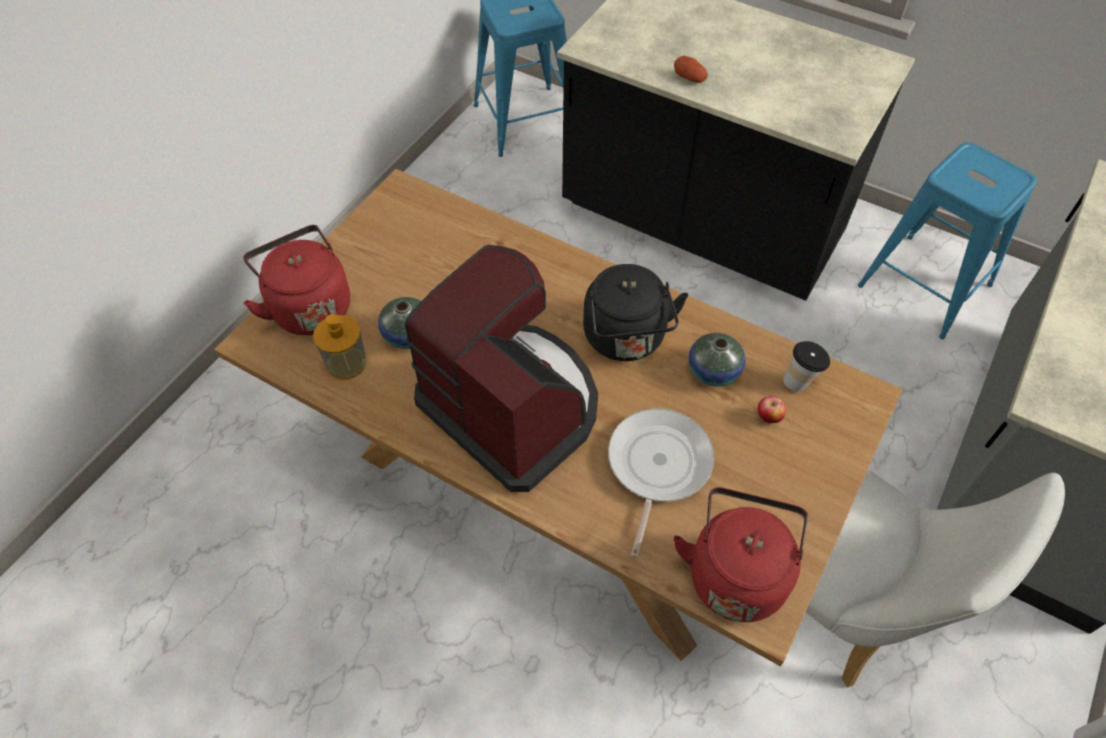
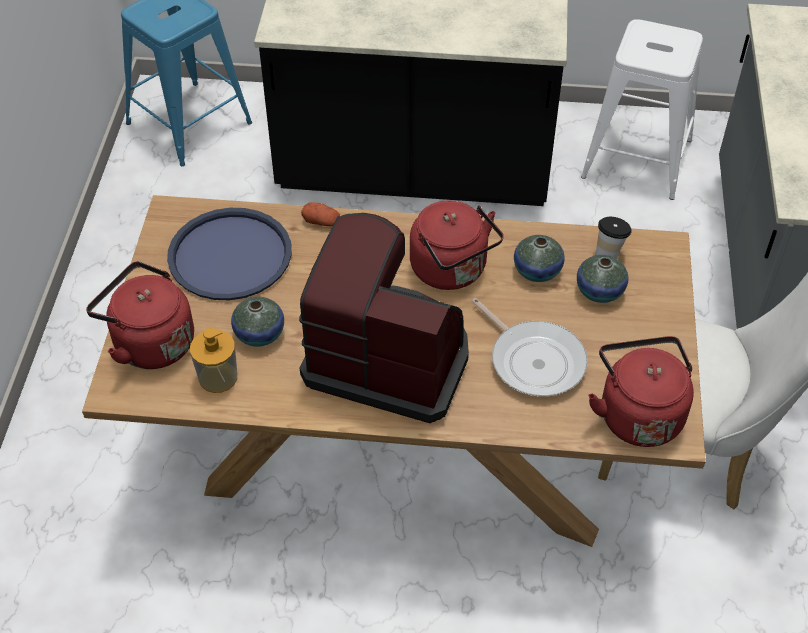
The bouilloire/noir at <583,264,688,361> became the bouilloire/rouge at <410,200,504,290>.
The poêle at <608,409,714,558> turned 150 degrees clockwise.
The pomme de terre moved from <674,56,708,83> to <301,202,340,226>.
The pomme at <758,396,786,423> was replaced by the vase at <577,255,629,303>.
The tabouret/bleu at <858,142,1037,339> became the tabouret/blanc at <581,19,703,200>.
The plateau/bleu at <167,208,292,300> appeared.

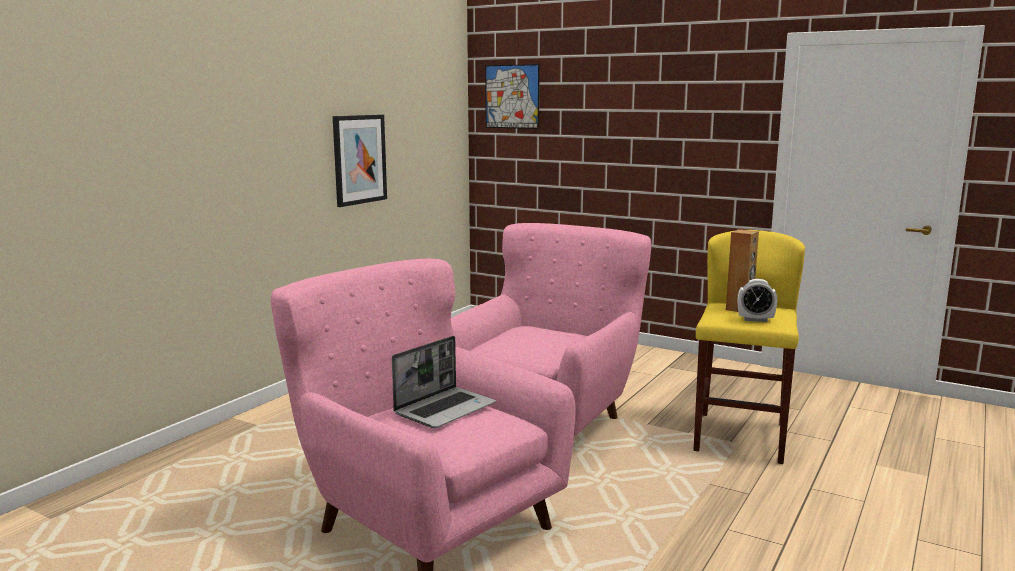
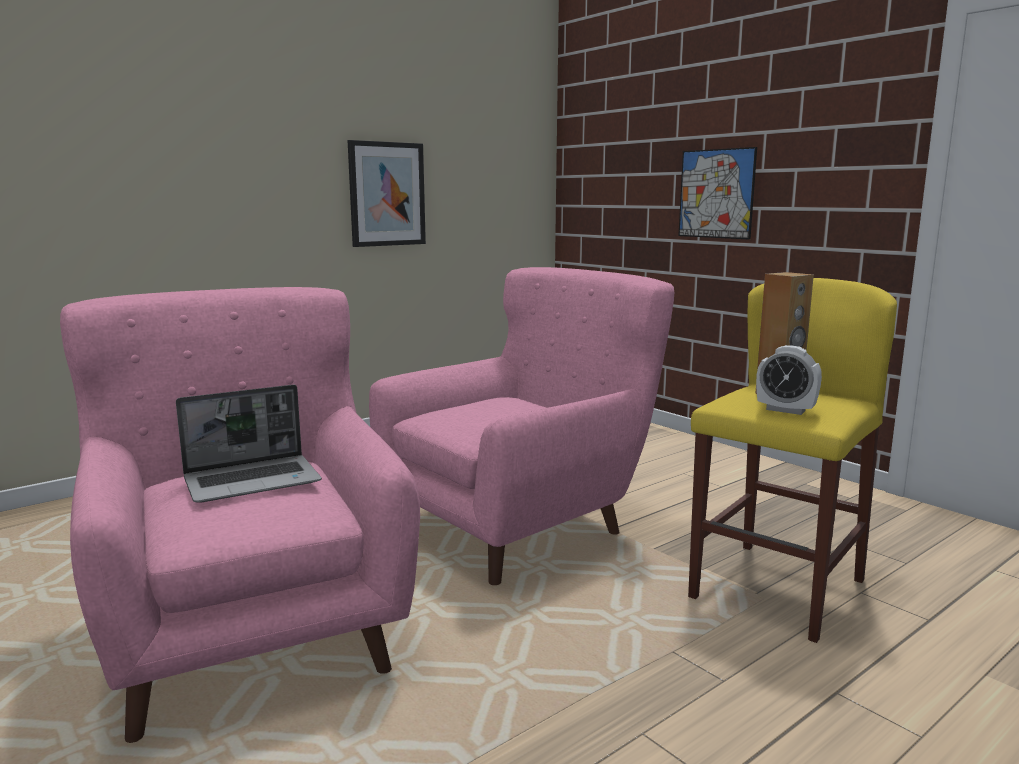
The tableau moved from <485,64,540,129> to <678,147,757,240>.

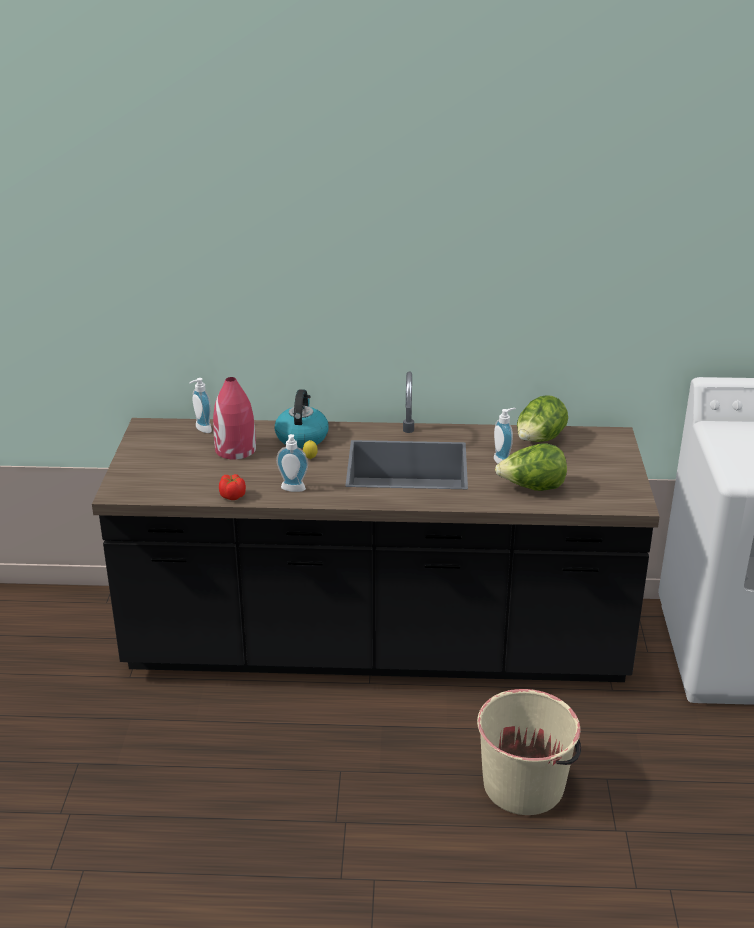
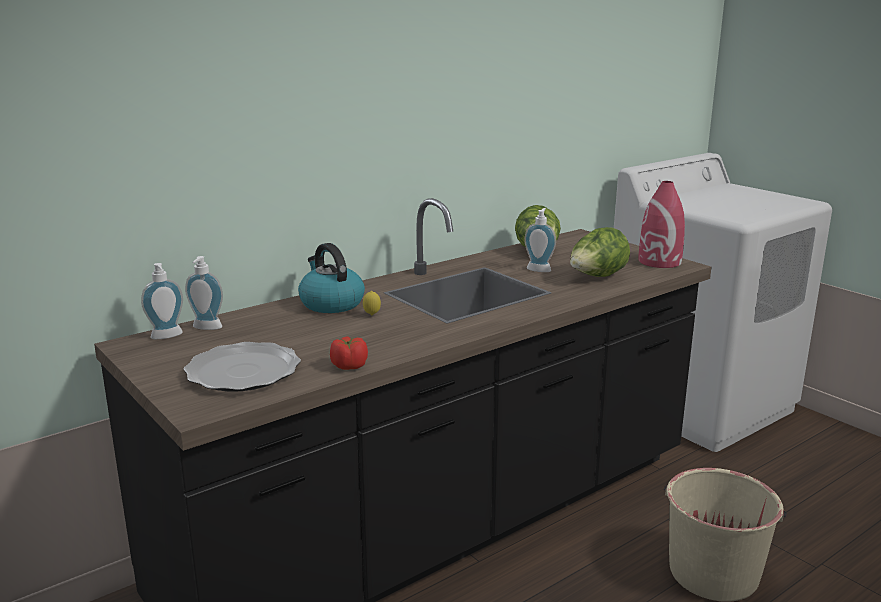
The vase/rouge moved from <213,377,256,459> to <638,181,685,268>.
The distributeur de savon moved from <276,434,308,492> to <141,263,183,339>.
The assiette at <184,342,301,392> appeared.

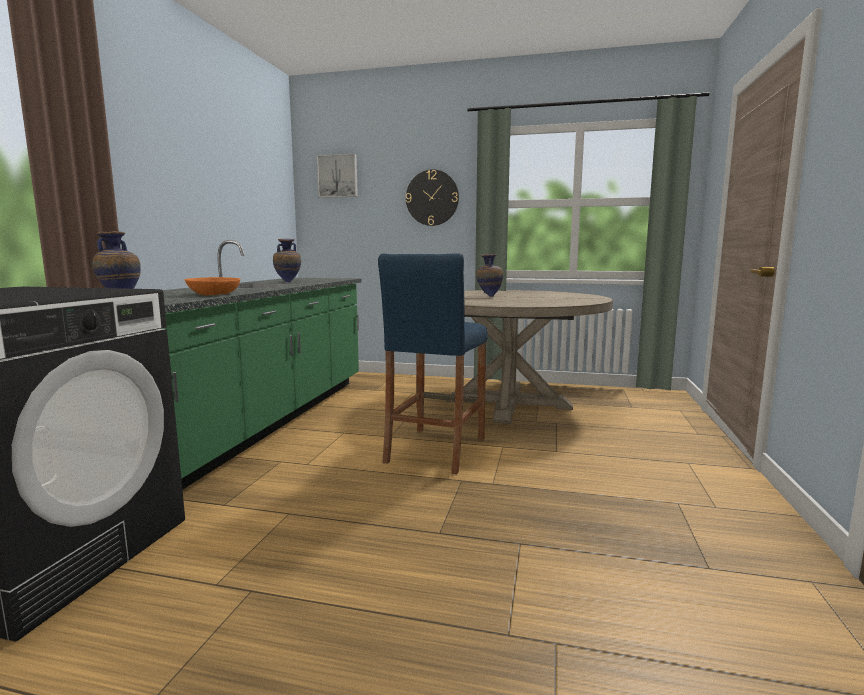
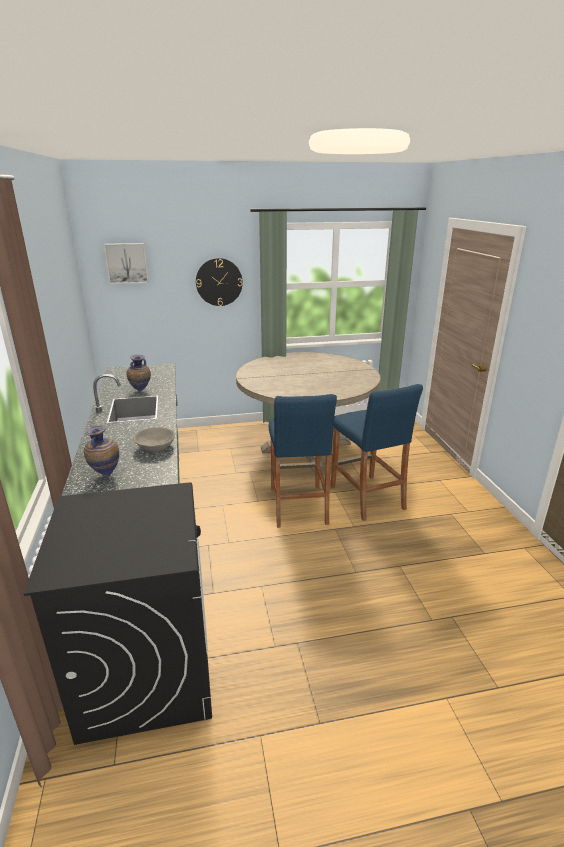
The bol/orange at <185,277,240,295> became the bol/gris at <133,427,175,452>.
The vase at <476,254,503,297> disappeared.
The tabouret/bleu at <331,384,423,521> appeared.

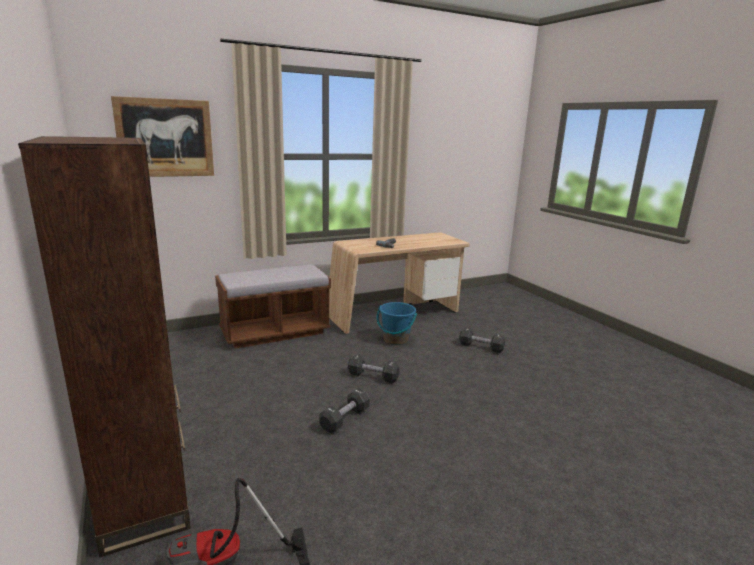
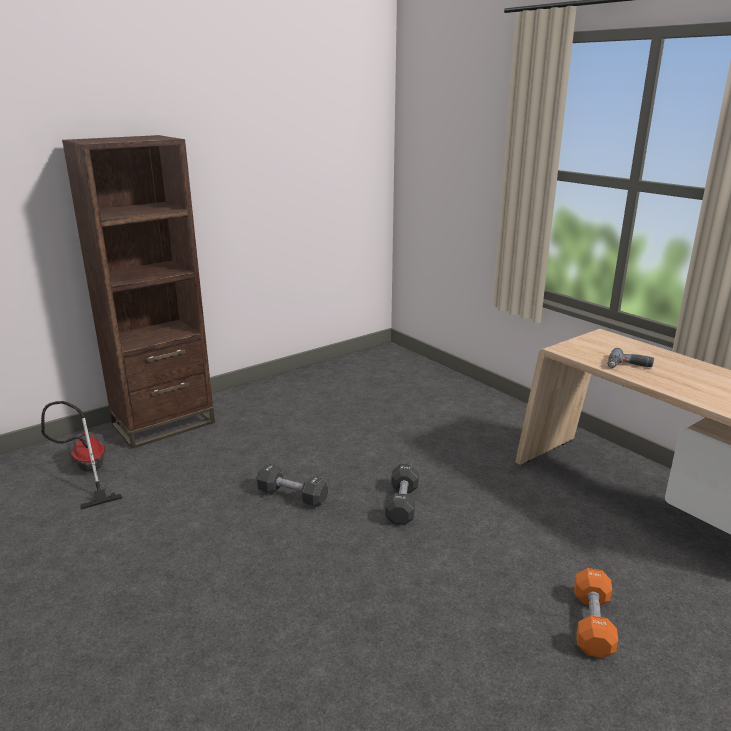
The tableau at <111,96,214,177> disappeared.
The banc/marron at <215,264,331,349> disappeared.
The seau/bleu at <377,302,417,345> disappeared.
The haltère/noir at <459,328,505,353> became the haltère/orange at <574,568,618,658>.

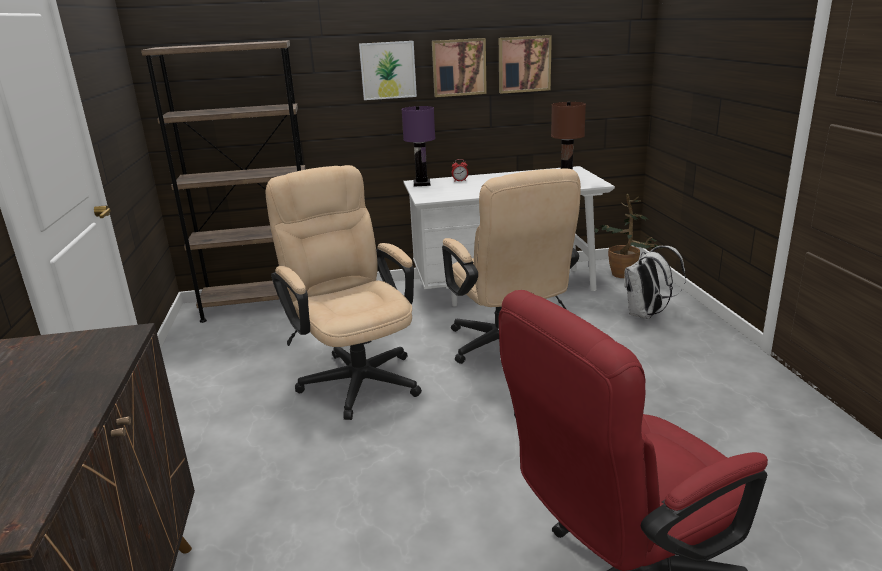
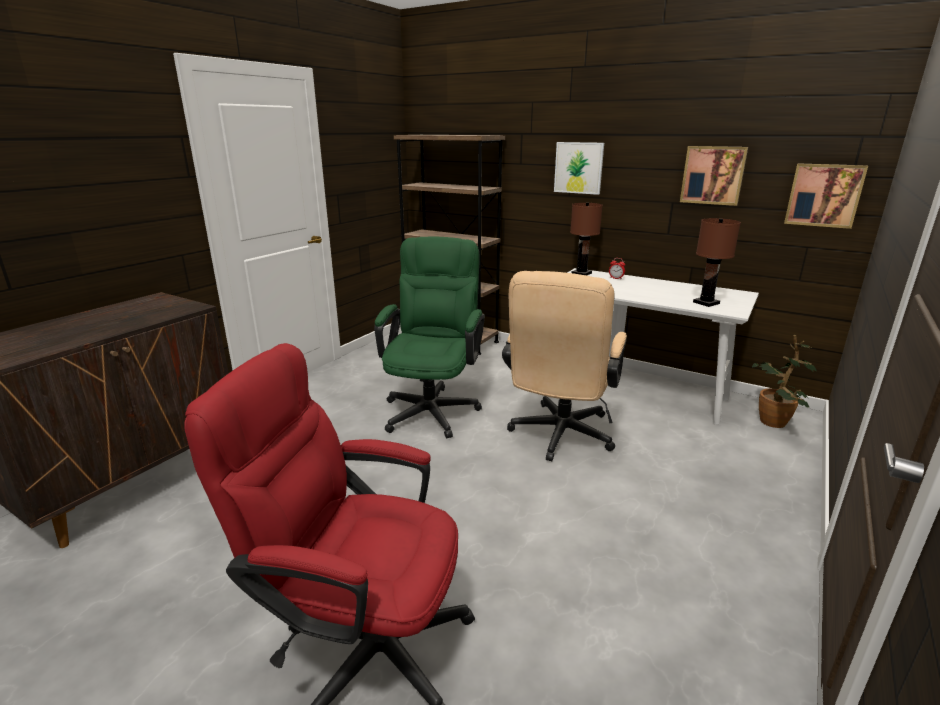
The chaise de bureau/beige at <265,165,422,420> became the chaise de bureau/vert at <374,237,485,439>.
The lampe de table/violet at <401,106,435,187> became the lampe de table/marron at <570,203,603,275>.
The tableau moved from <432,38,487,97> to <784,163,868,229>.
The sac à dos/blanc at <624,246,686,319> disappeared.

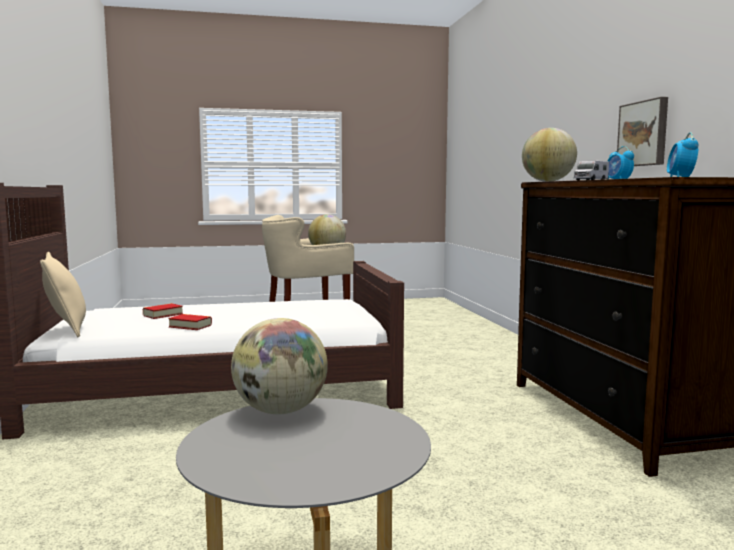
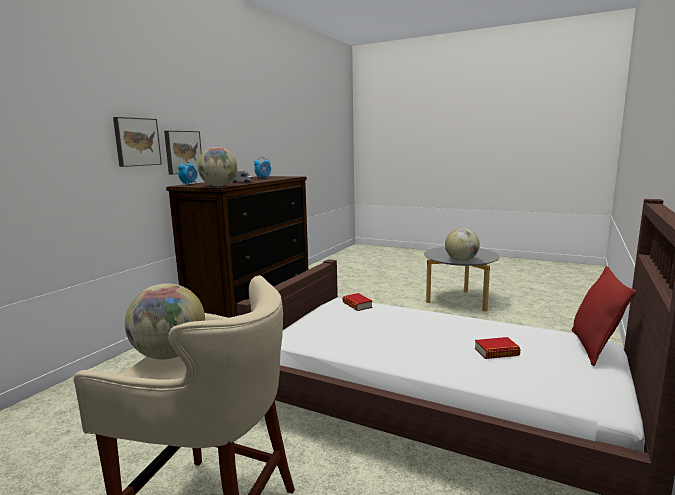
The coussin/beige at <40,252,86,337> became the coussin/rouge at <572,266,637,366>.
The livre moved from <168,314,212,330> to <343,293,373,311>.
The tableau at <113,117,162,167> appeared.

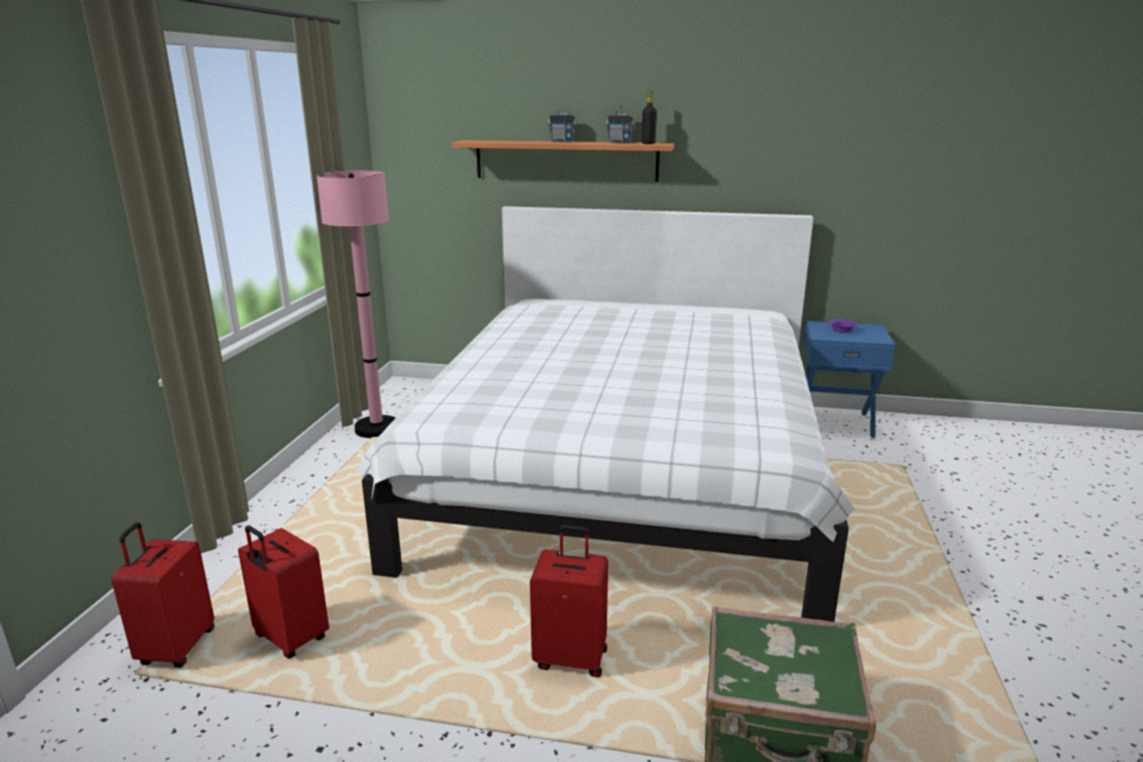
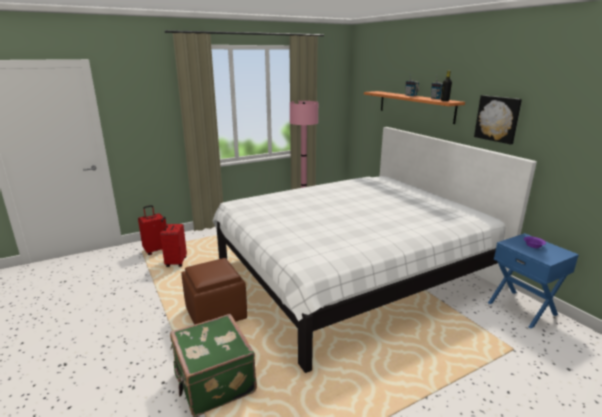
The valise/rouge at <530,525,608,677> was replaced by the pouf/marron at <181,258,247,325>.
The tableau at <474,95,522,144> appeared.

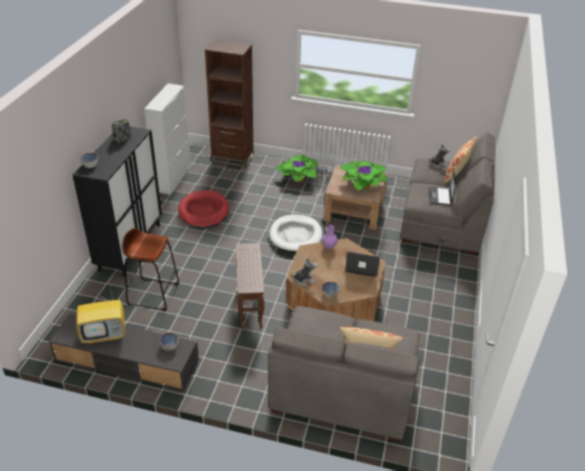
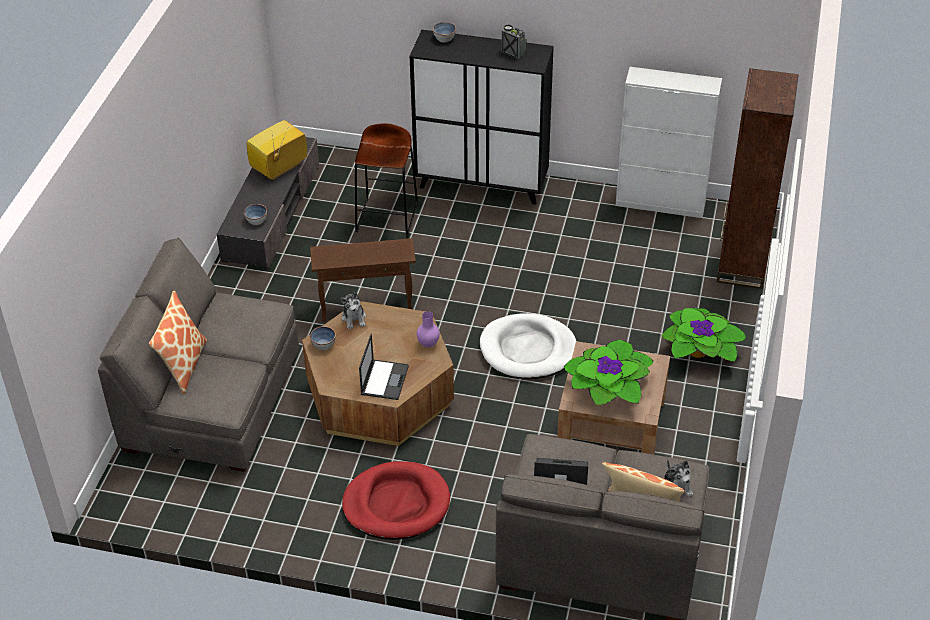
The téléviseur at <76,287,125,344> turned 60 degrees clockwise.
The panier pour chien/rouge moved from <178,190,229,228> to <342,461,450,540>.

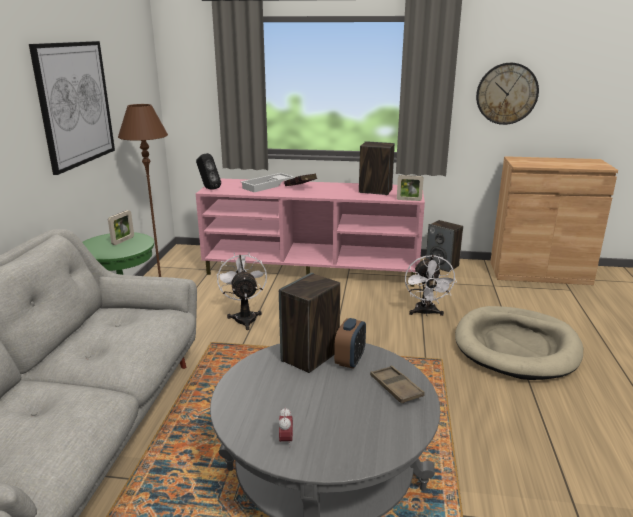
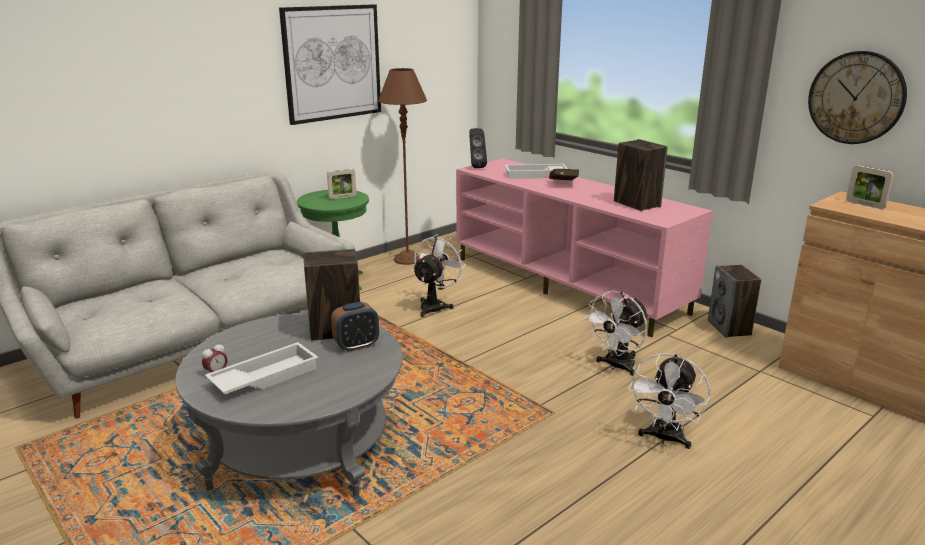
The plateau/marron at <370,366,424,403> disappeared.
The cadre photo moved from <397,175,424,201> to <846,165,894,209>.
The panier pour chien/beige at <455,306,583,380> was replaced by the ventilateur/blanc at <628,353,710,449>.
The plateau/blanc at <205,342,318,394> appeared.

